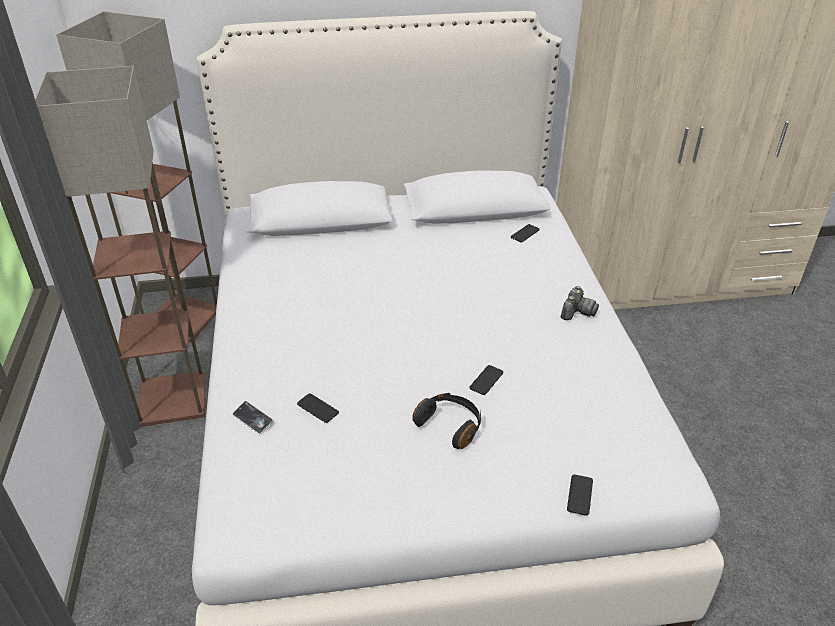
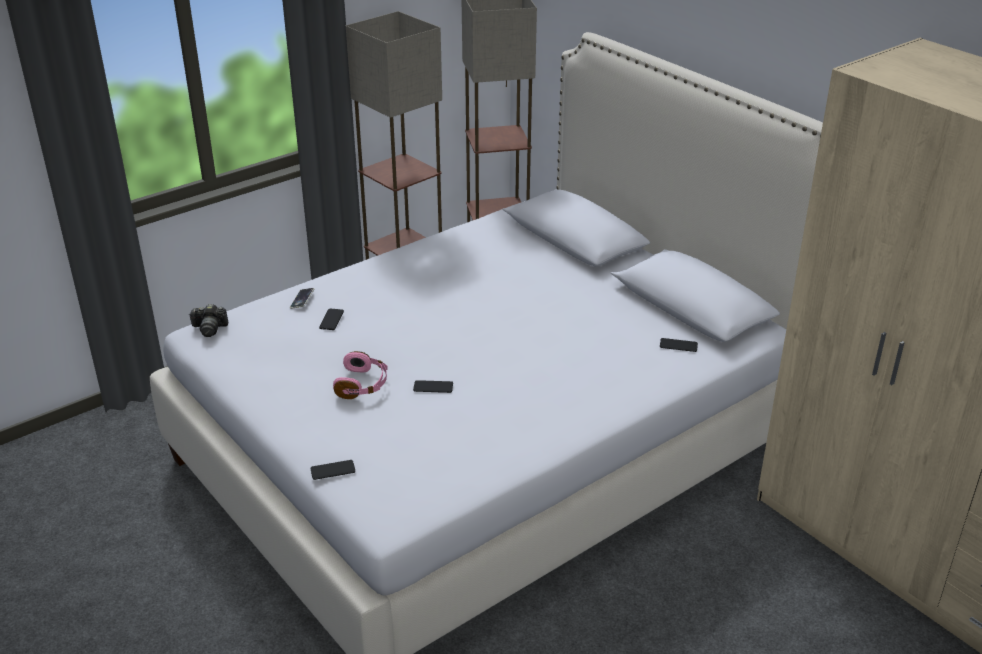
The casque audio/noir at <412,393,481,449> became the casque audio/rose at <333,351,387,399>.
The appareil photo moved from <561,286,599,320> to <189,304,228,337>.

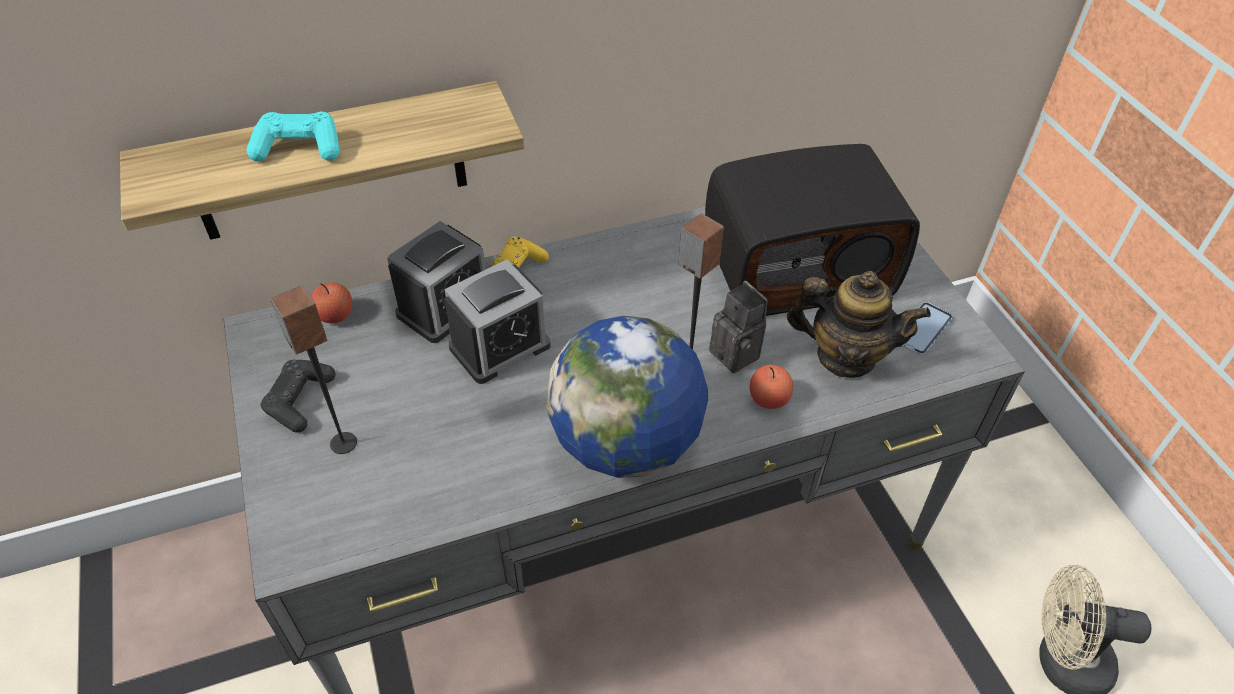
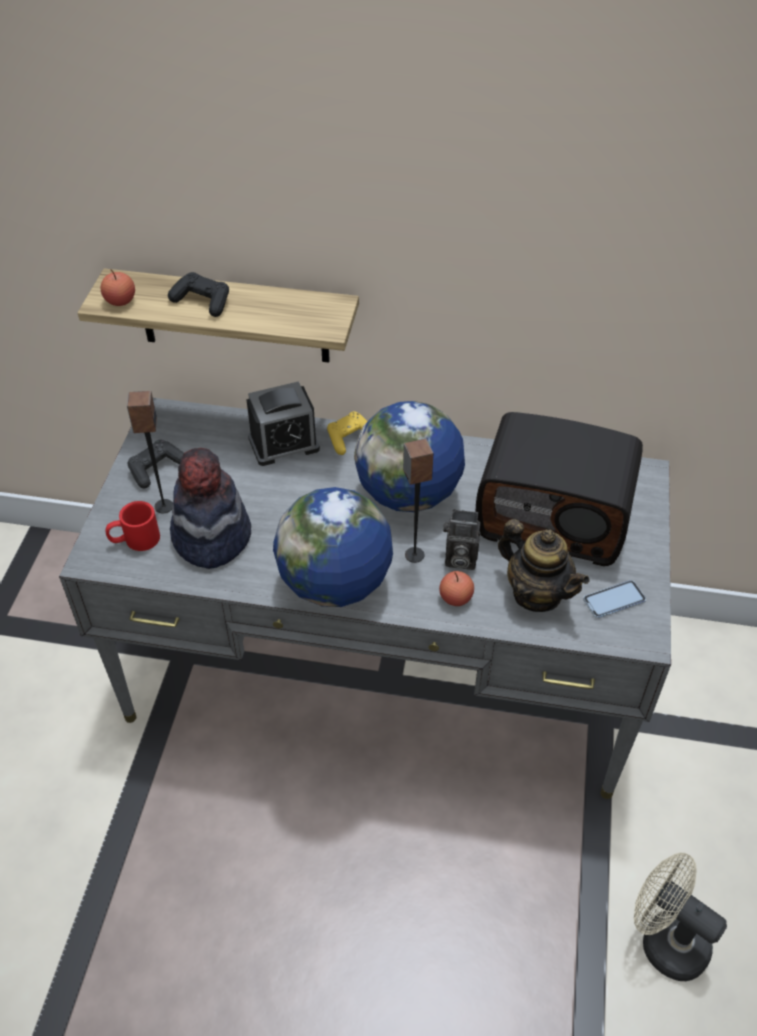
The manette/turquoise at <247,112,340,161> became the manette/noir at <168,272,229,317>.
The pomme moved from <311,282,352,323> to <101,269,135,306>.
The réveil at <444,259,551,384> disappeared.
The appareil photo at <709,281,768,373> turned 105 degrees clockwise.
The mug/rouge at <106,501,160,551> appeared.
The chapeau at <170,448,251,569> appeared.
The globe at <354,401,465,512> appeared.

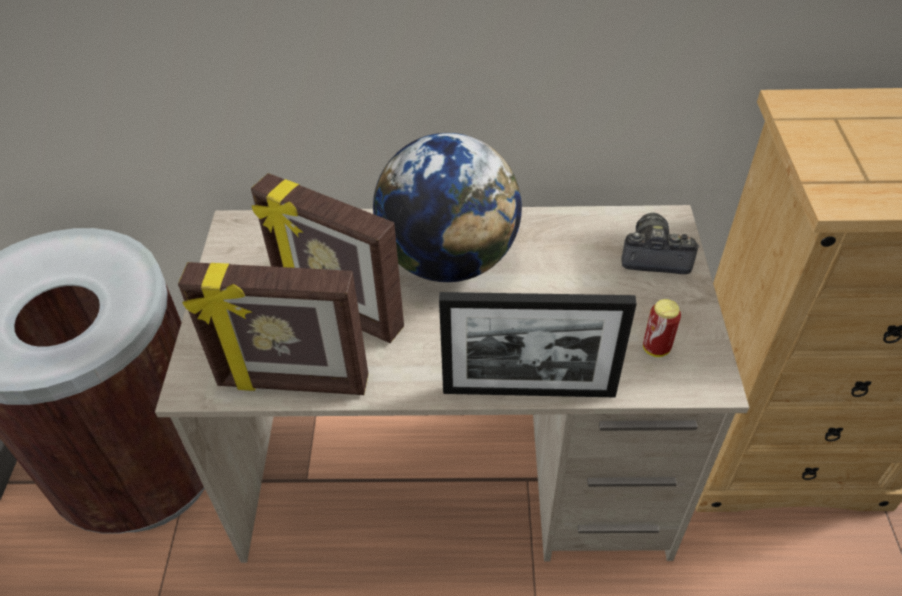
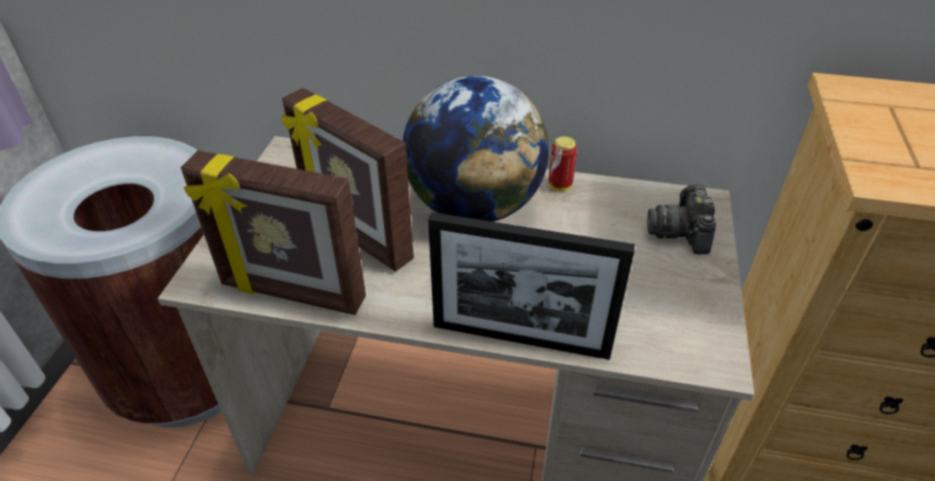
The appareil photo at <622,213,700,274> turned 105 degrees counterclockwise.
The boîte métallique moved from <643,299,681,357> to <548,136,577,191>.

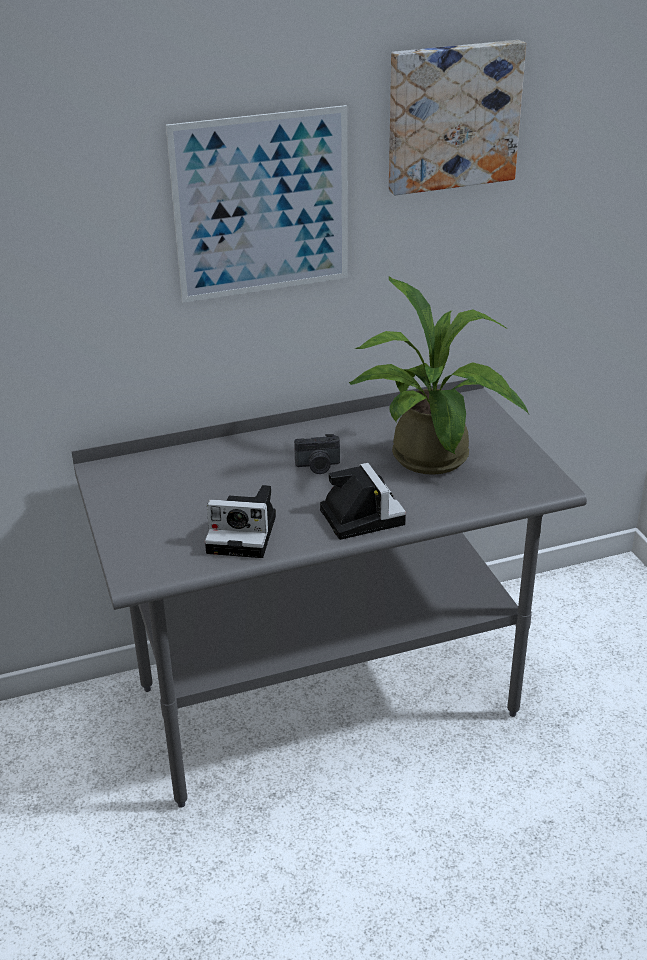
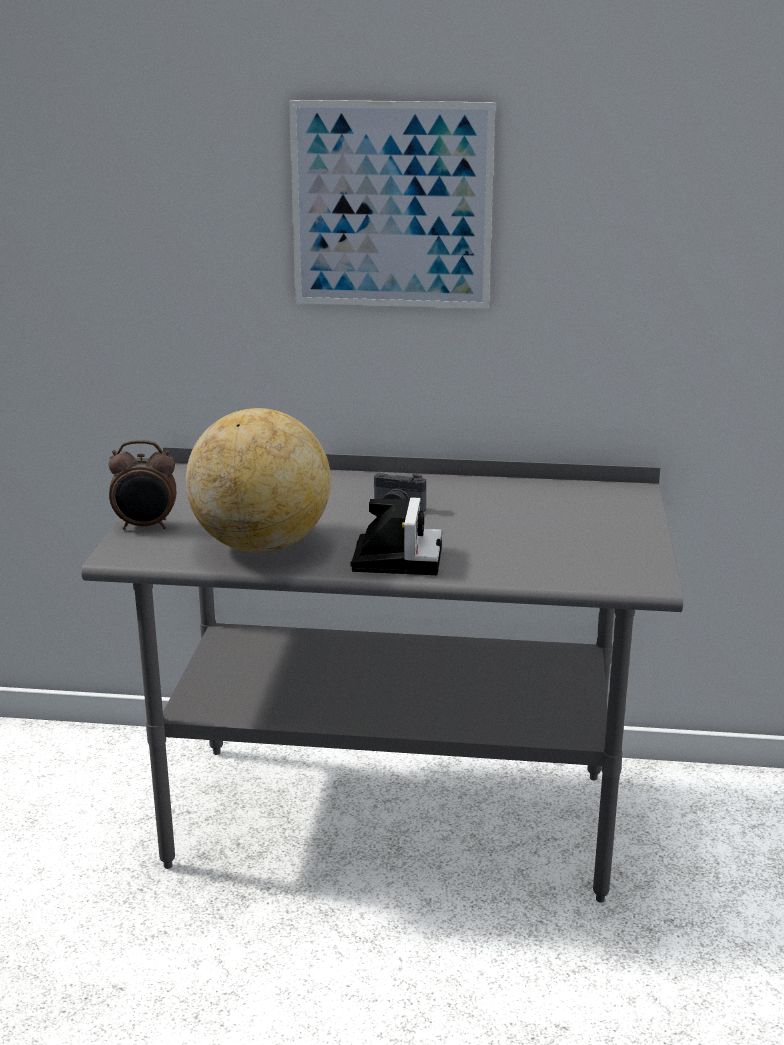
The appareil photo at <205,485,276,558> was replaced by the globe at <186,408,331,553>.
The plante en pot at <349,276,529,475> disappeared.
The tableau at <389,40,526,195> disappeared.
The réveil at <109,440,176,530> appeared.

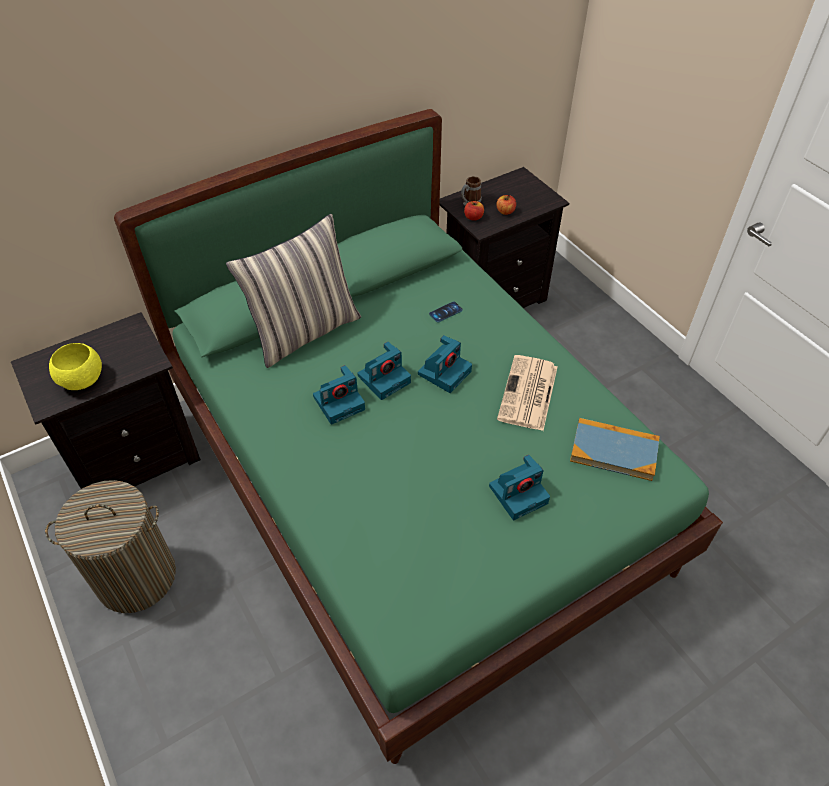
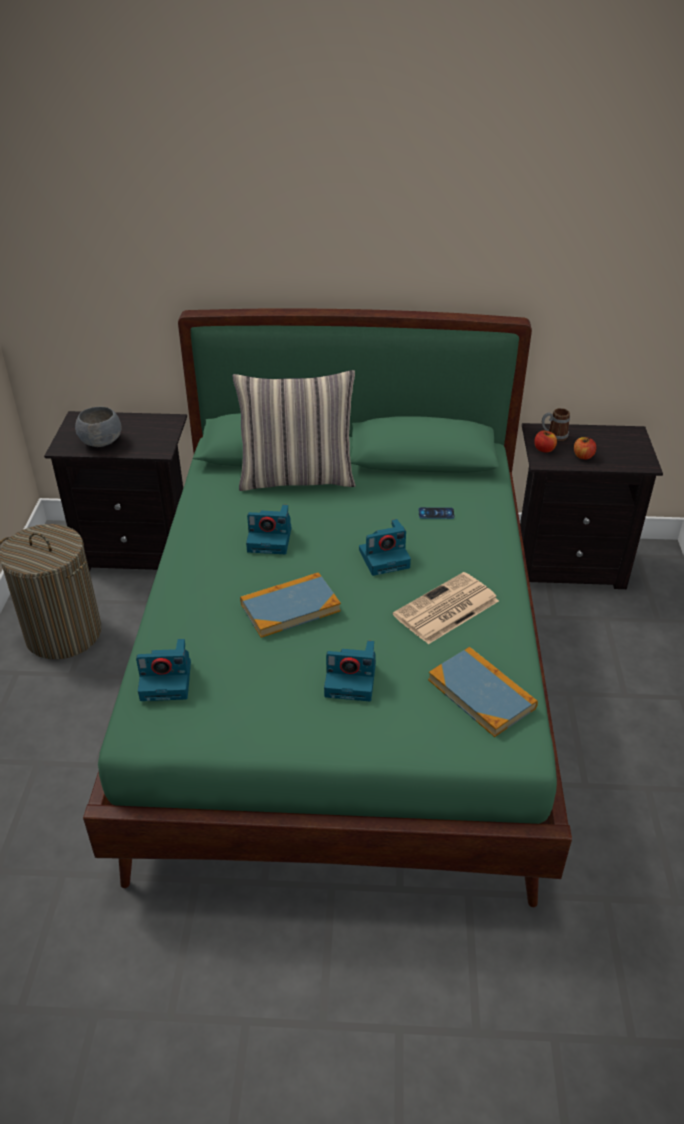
The bol/jaune at <49,343,102,390> became the bol/gris at <75,407,121,447>.
The appareil photo moved from <357,342,411,400> to <136,639,191,701>.
The livre at <240,572,341,638> appeared.

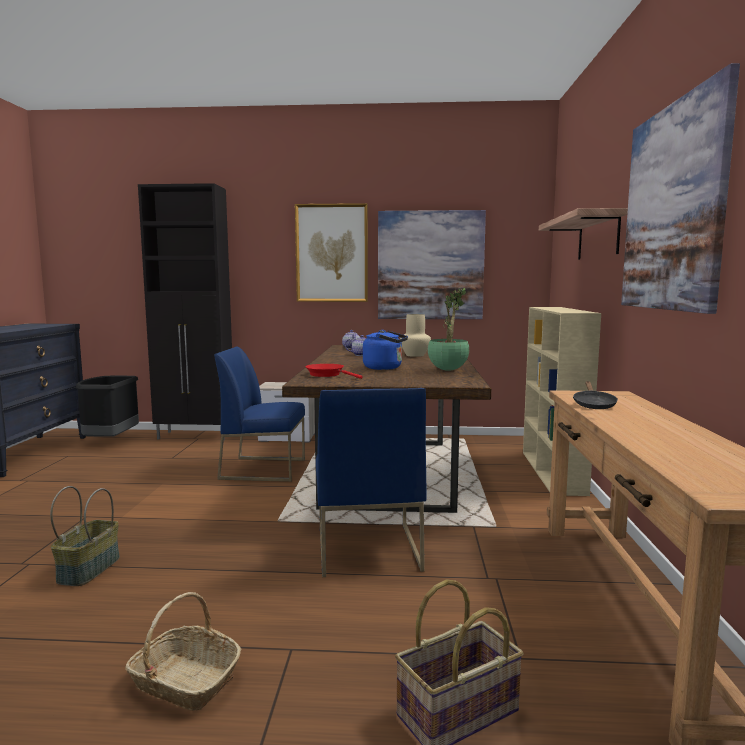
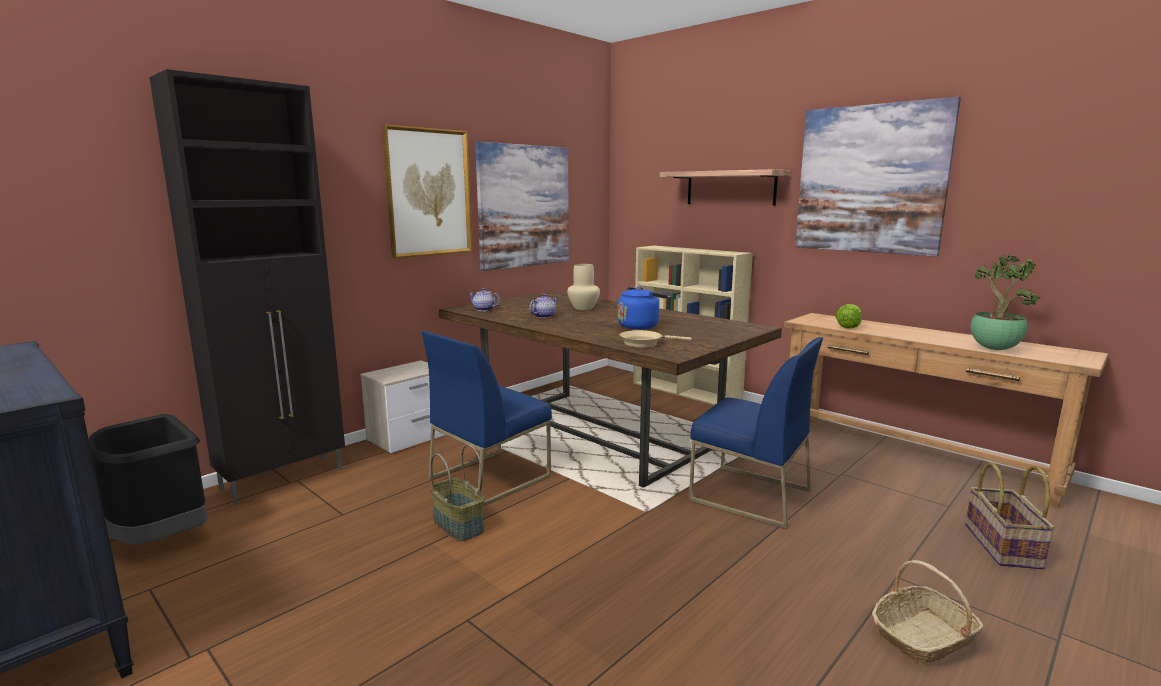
The panier moved from <50,486,120,586> to <430,444,484,541>.
The poêle/rouge at <305,364,363,379> became the poêle/beige at <620,330,692,348>.
The plante en pot moved from <428,288,469,371> to <971,255,1041,350>.
The poêle/noir at <573,381,618,409> was replaced by the laitue at <835,304,862,329>.

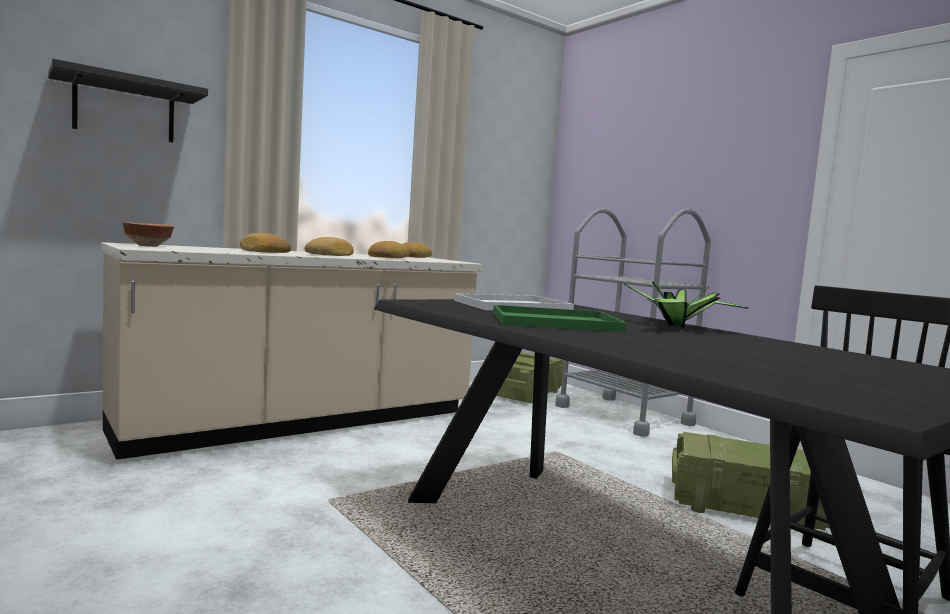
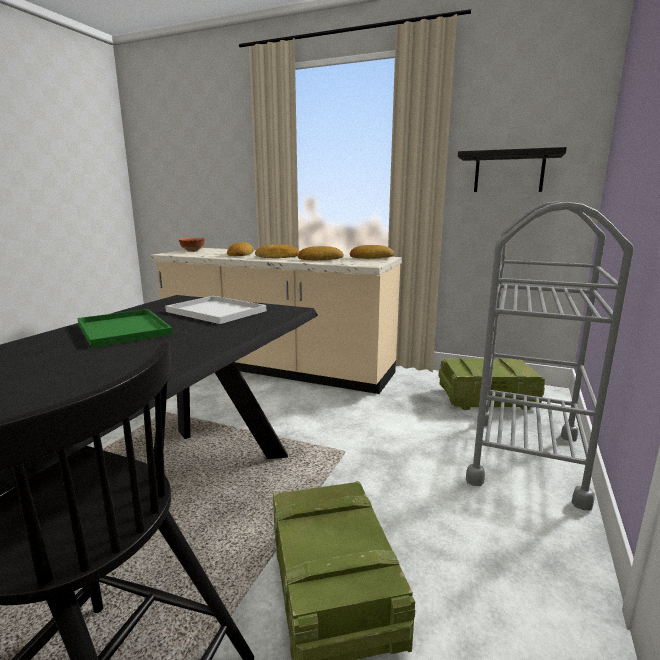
The étagère/noir moved from <48,58,208,143> to <458,147,567,192>.
The plante en pot at <624,282,748,327> disappeared.

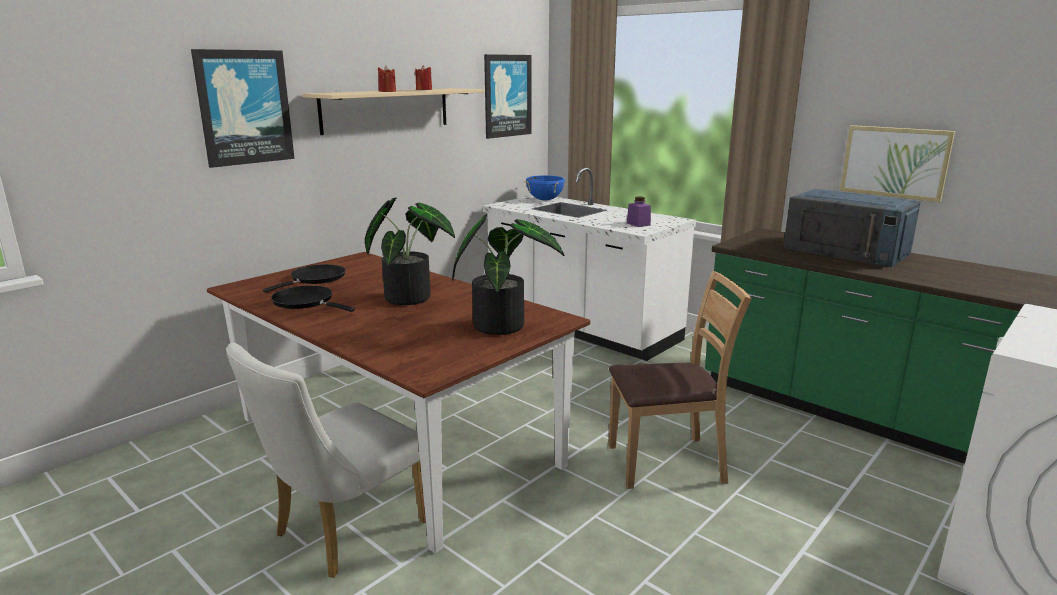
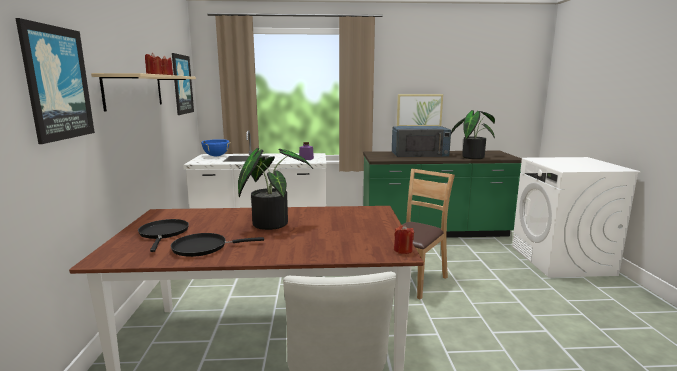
The plante en pot moved from <452,215,565,335> to <451,110,495,159>.
The bougie/rouge at <394,225,414,254> appeared.

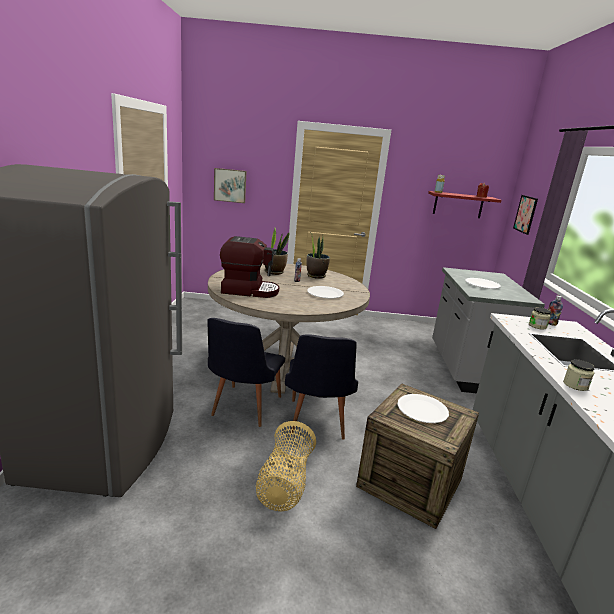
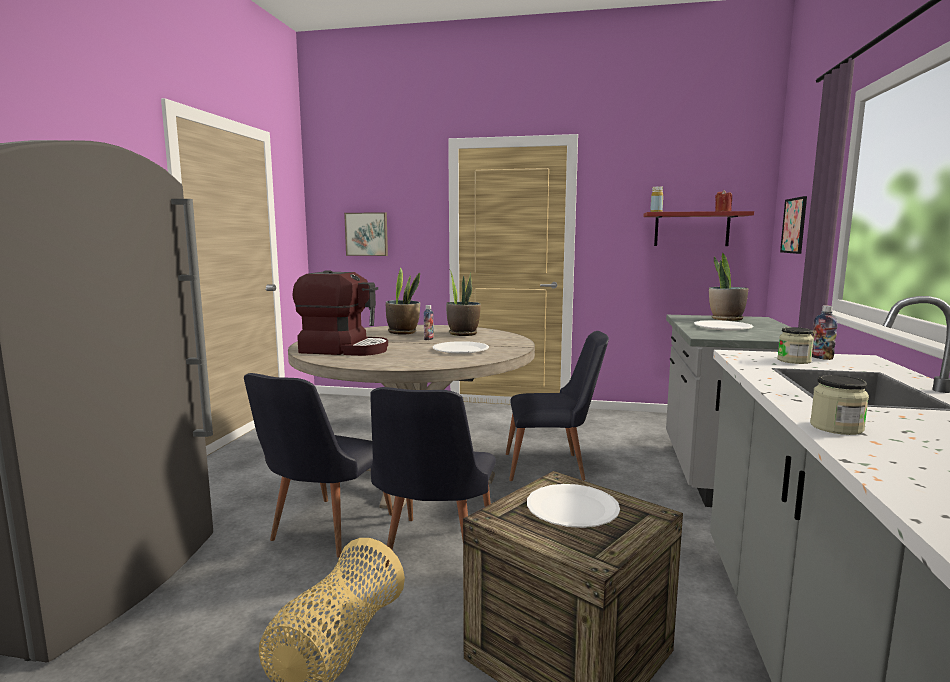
The chaise/noir at <506,331,609,481> appeared.
The plante en pot at <709,253,748,321> appeared.

